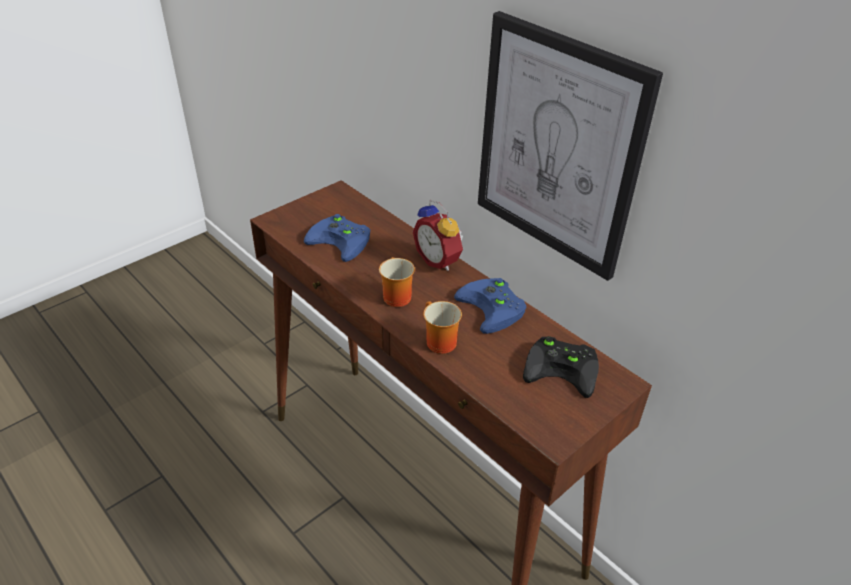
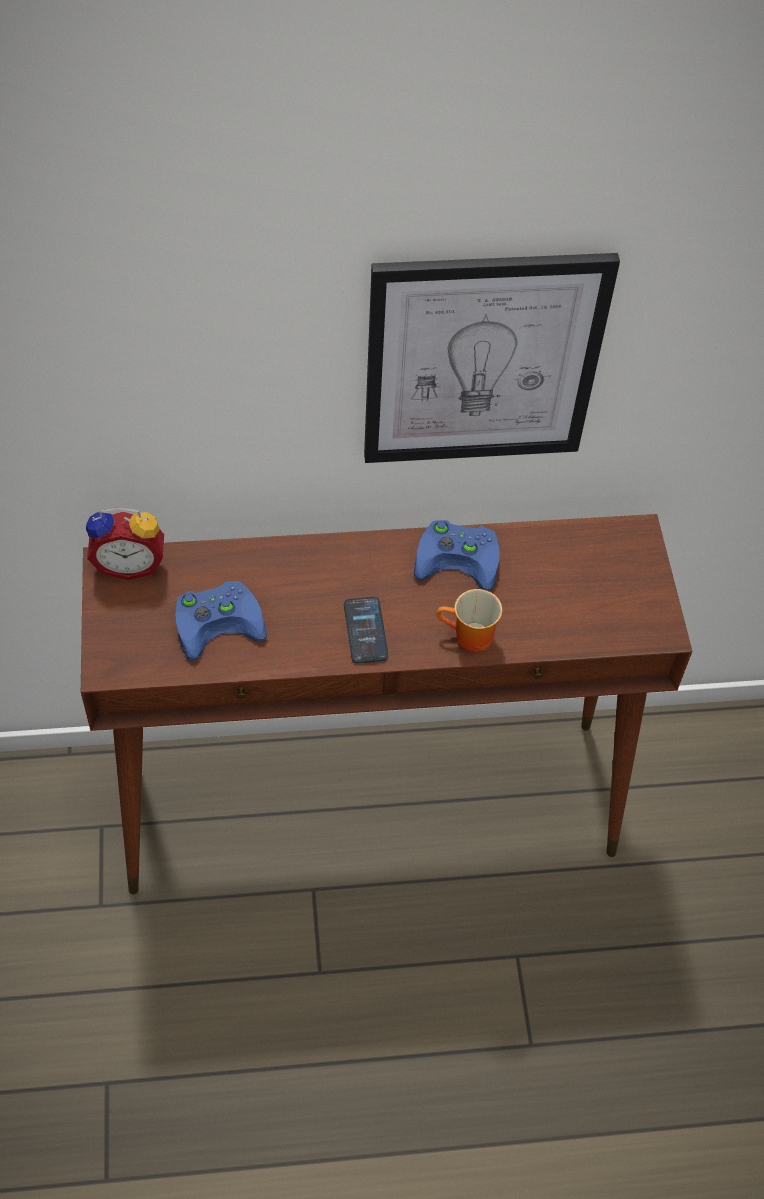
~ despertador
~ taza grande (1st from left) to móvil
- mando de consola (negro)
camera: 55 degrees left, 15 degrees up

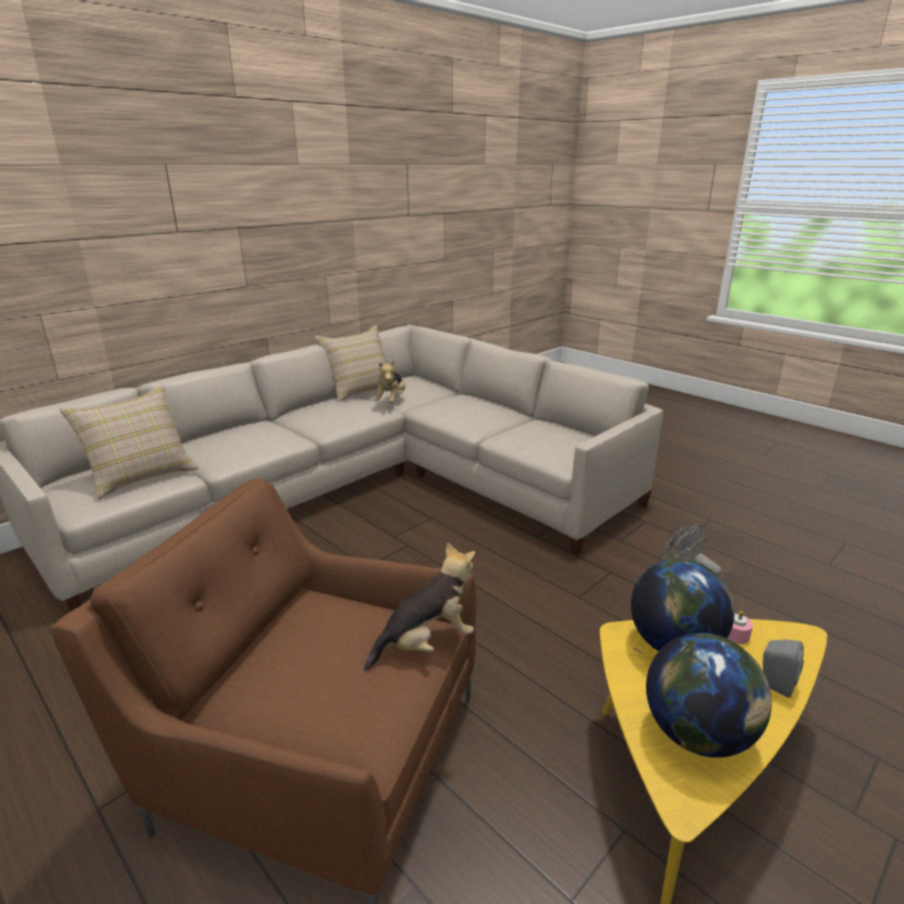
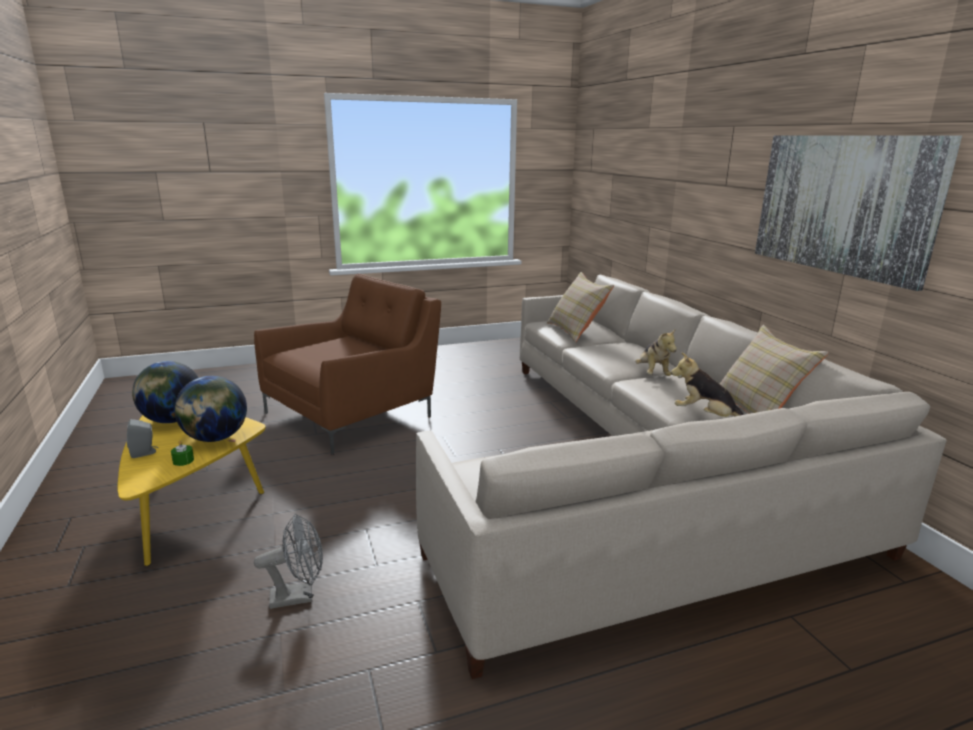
~ vela (rosa) to vela (verde)
~ peluche (2nd from left in the first image) to peluche (1st from left)
+ cuadro
camera: 115 degrees right, 5 degrees down

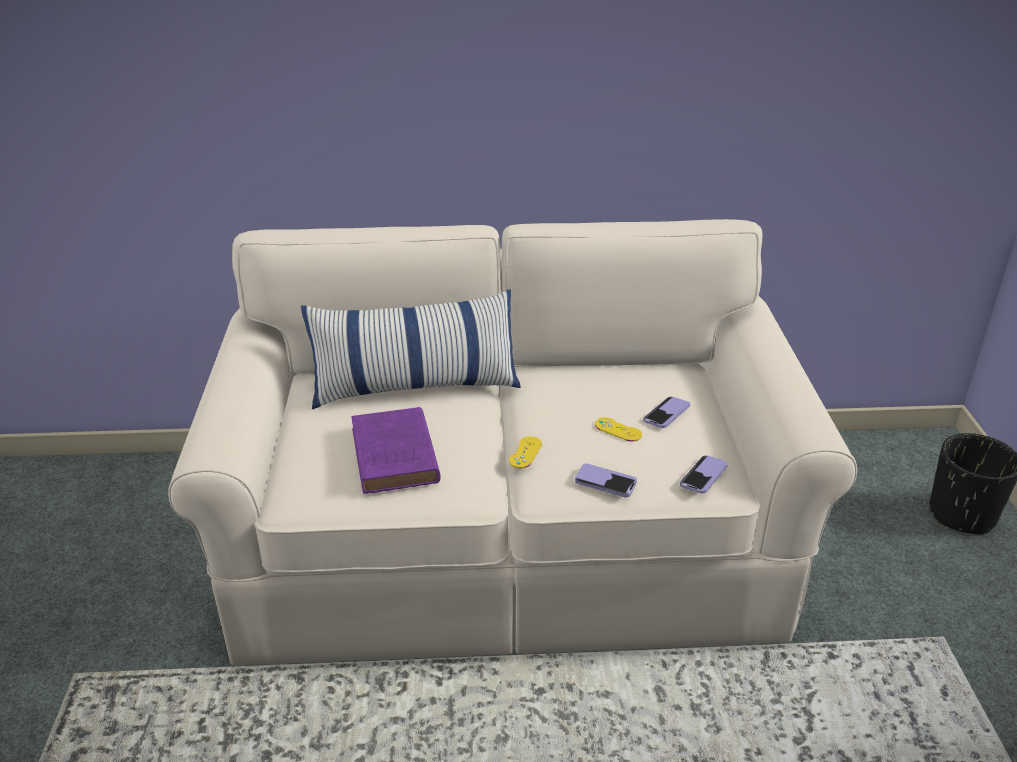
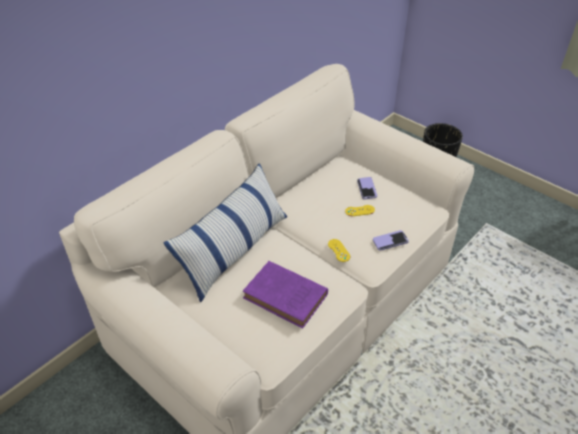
- móvil (3rd from left)
camera: 45 degrees left, 10 degrees up

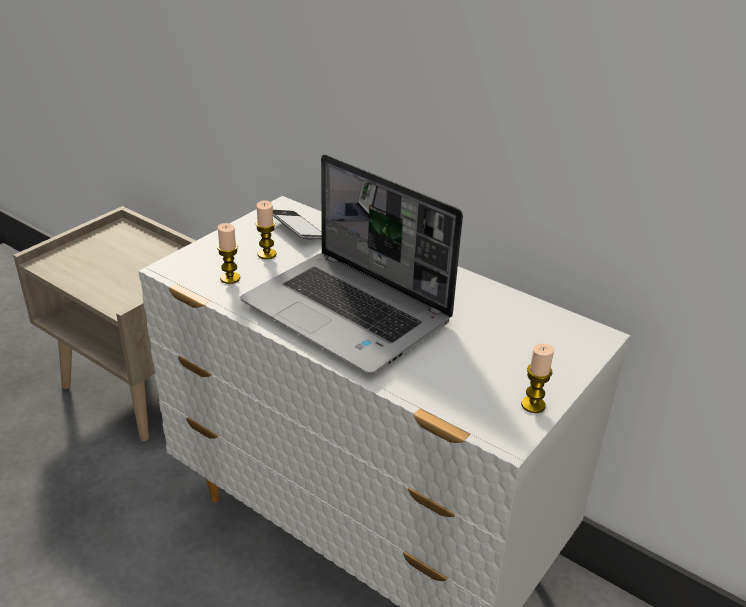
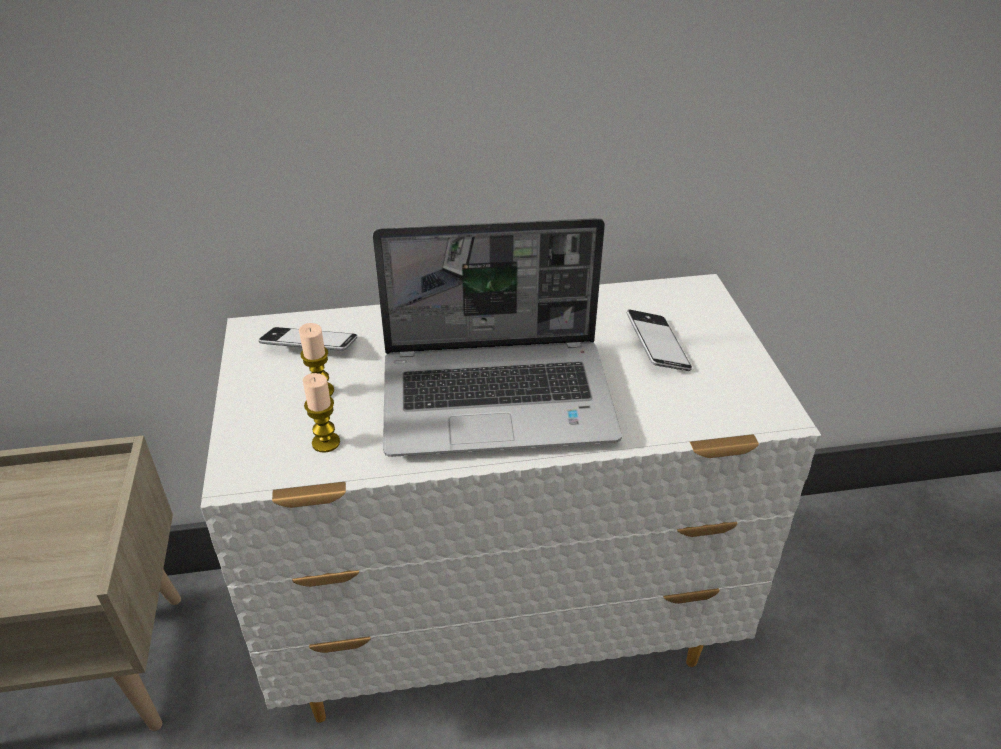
+ móvil (2nd from left)
- vela (3rd from left)
camera: 45 degrees left, 5 degrees up

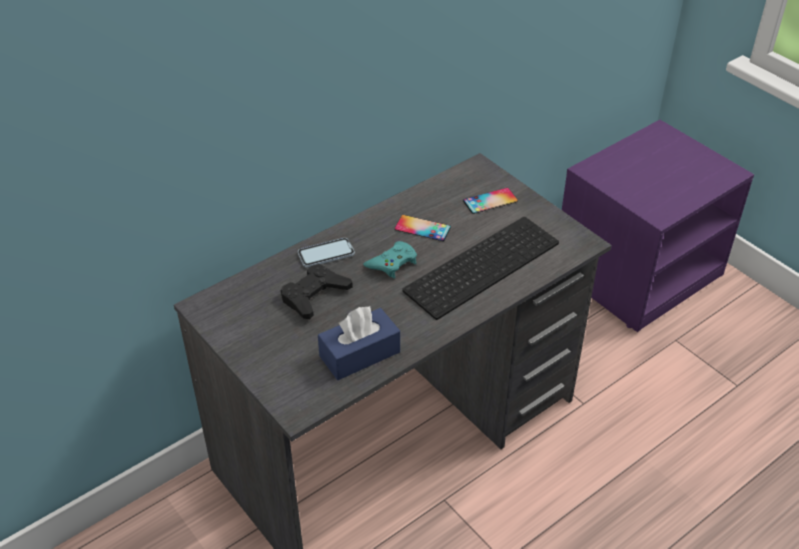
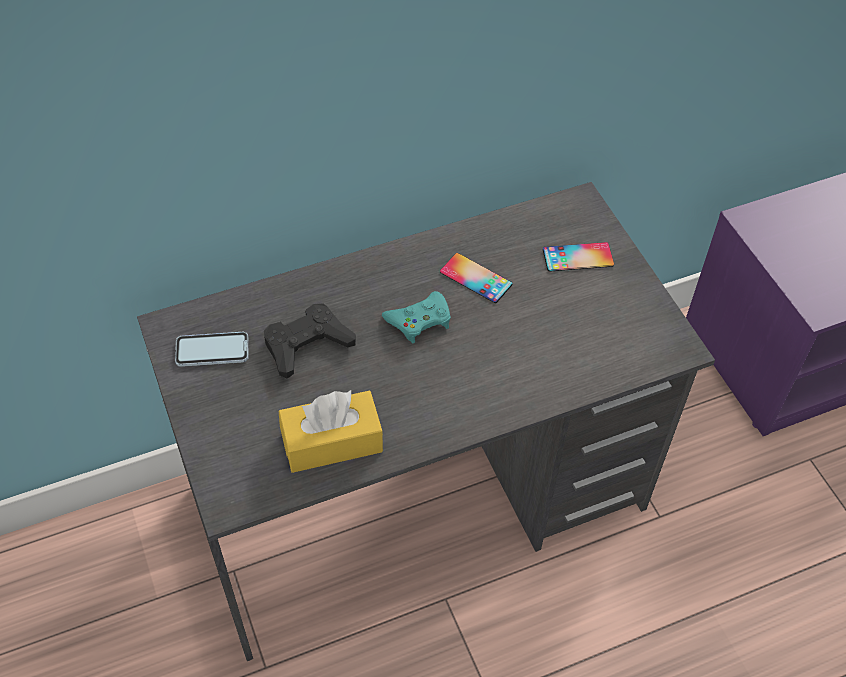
~ móvil (1st from left)
~ caja de pañuelos (azul) to caja de pañuelos (amarillo)
- teclado
camera: 15 degrees right, 10 degrees up

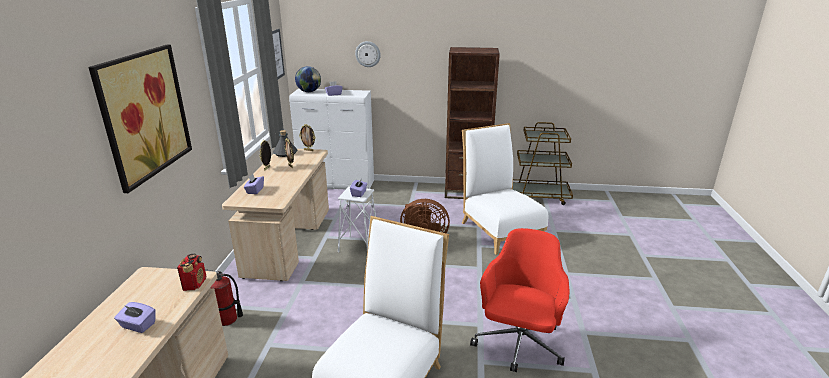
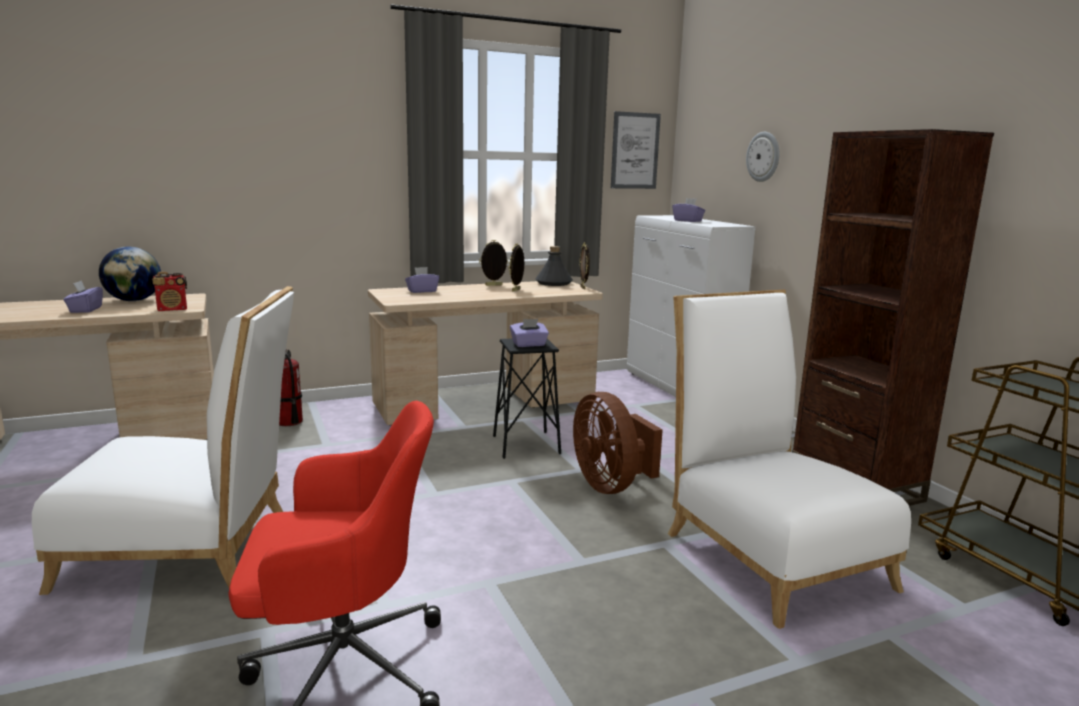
~ globo terráqueo
~ taburete (blanco) to taburete (negro)
~ silla (blanco) (2nd from left) 60 degrees counterclockwise
- cuadro (1st from left)
camera: 60 degrees right, 10 degrees down

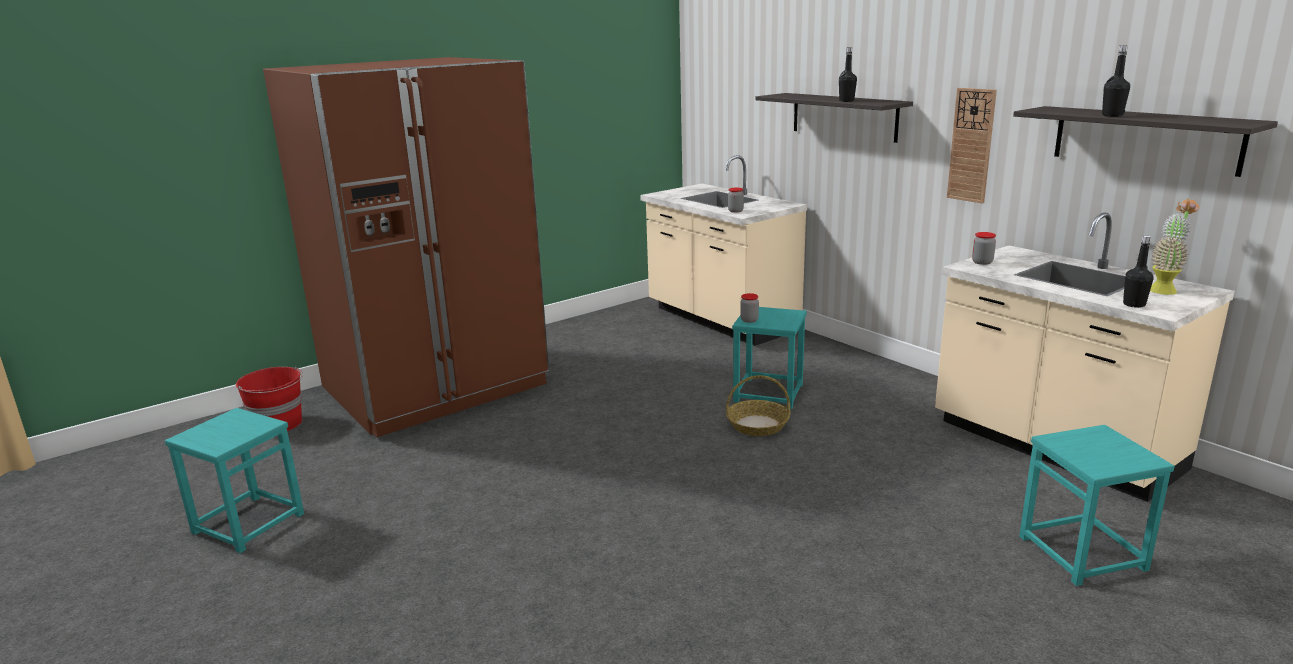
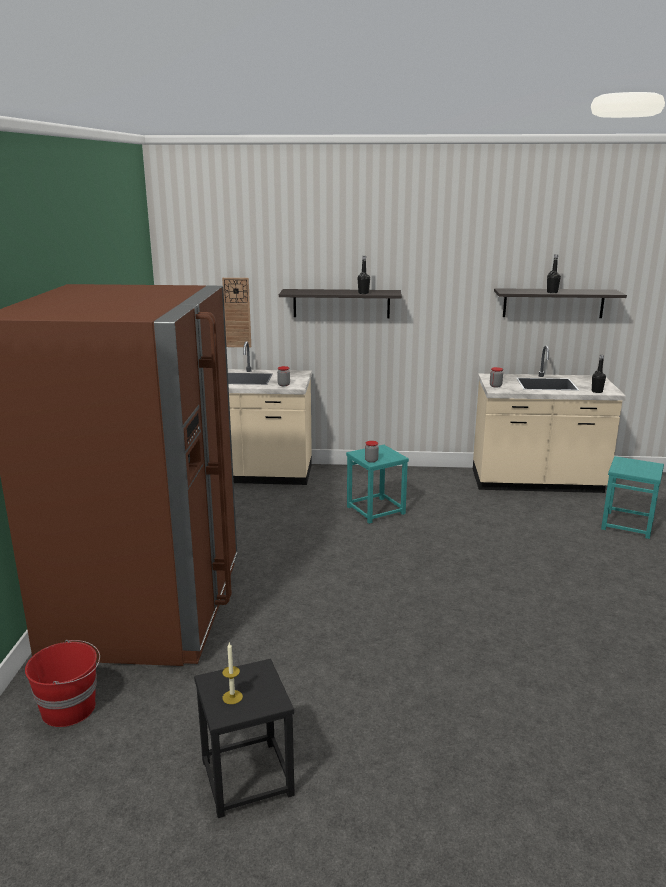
~ taburete (turquesa) (1st from left) to taburete (negro)
~ reloj de pared
+ vela
- cesta
- planta en maceta
camera: 50 degrees left, 0 degrees up

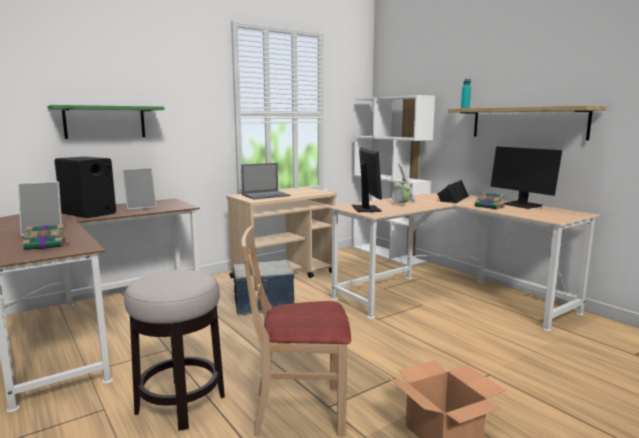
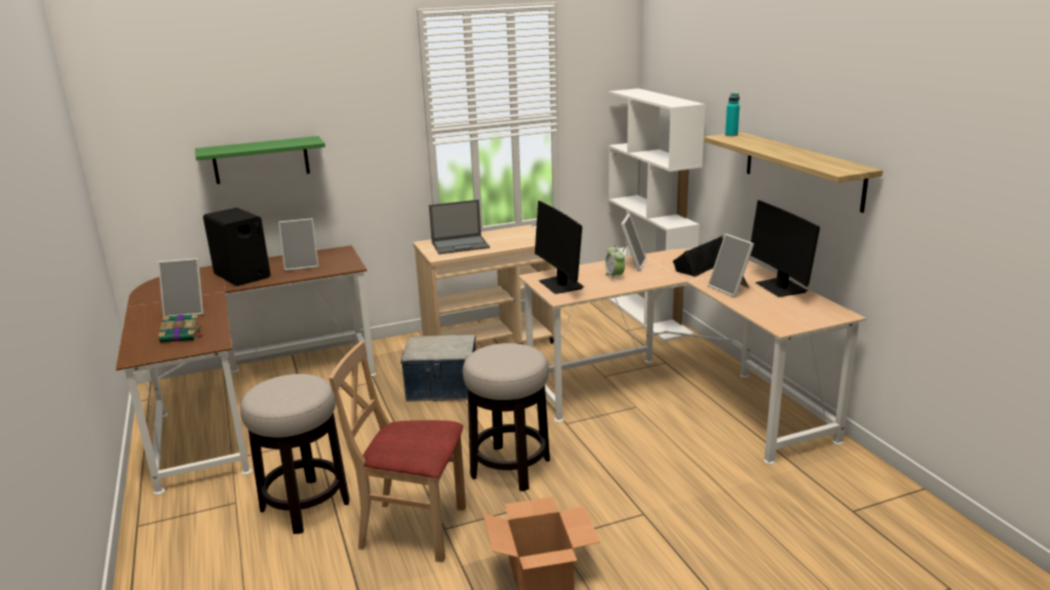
+ taburete (2nd from left)
~ monitor (1st from left) 150 degrees clockwise
~ libro (2nd from left) to portarretratos (4th from left)
camera: 15 degrees right, 10 degrees up

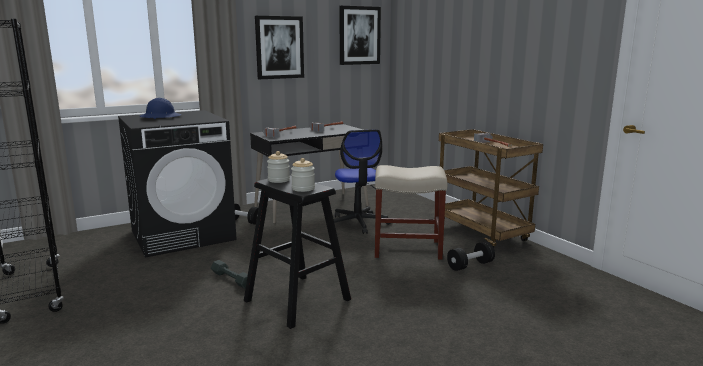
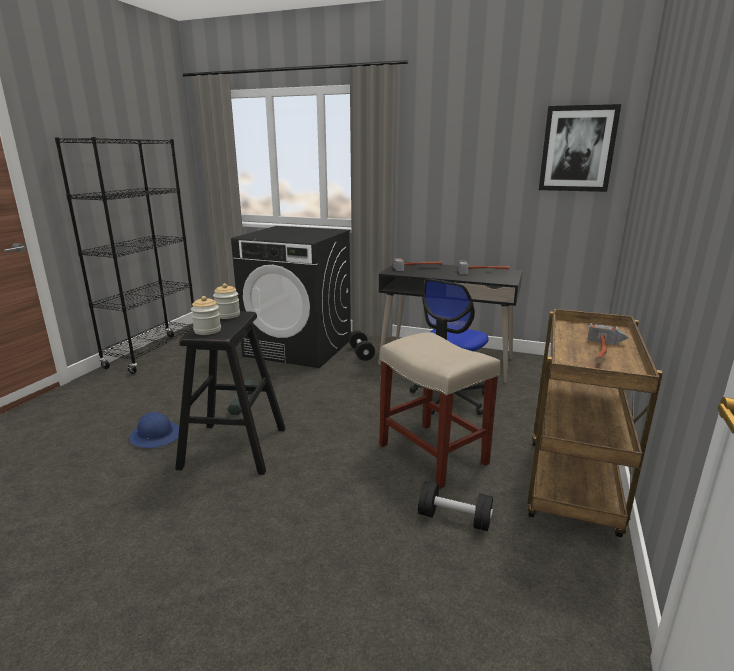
~ casco (azul)
- cuadro (1st from left)
camera: 50 degrees right, 5 degrees up

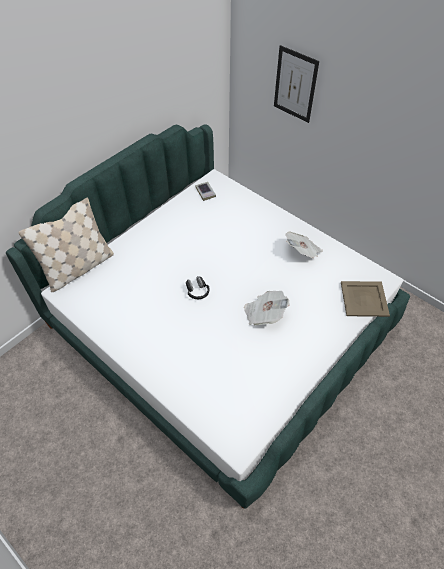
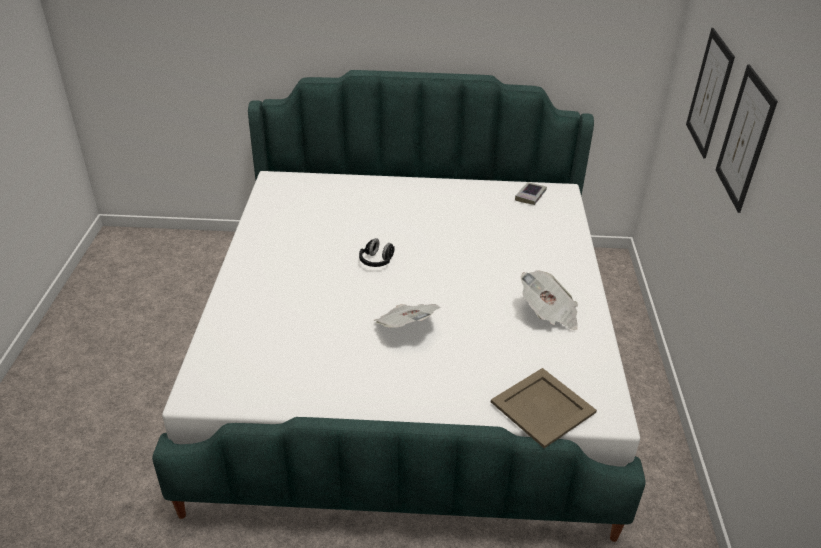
+ cuadro (2nd from left)
- cojín (beis)
camera: 50 degrees right, 15 degrees down

